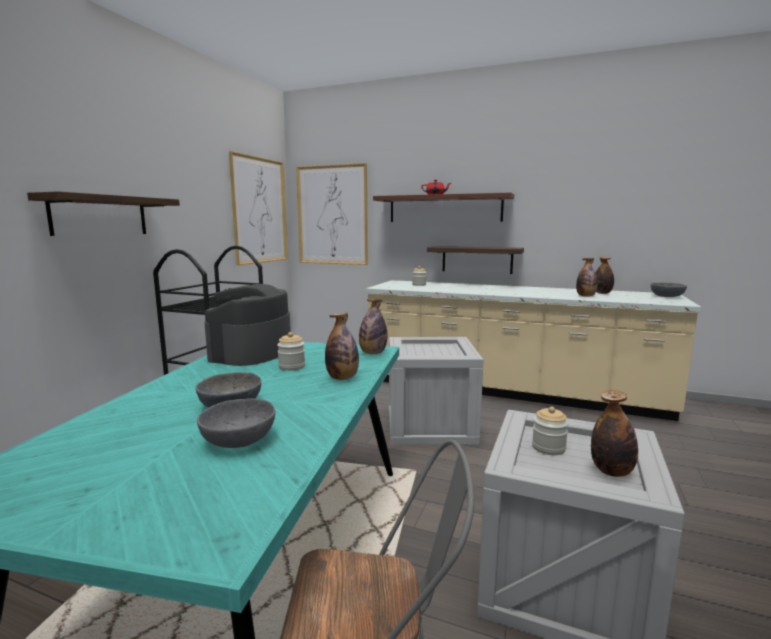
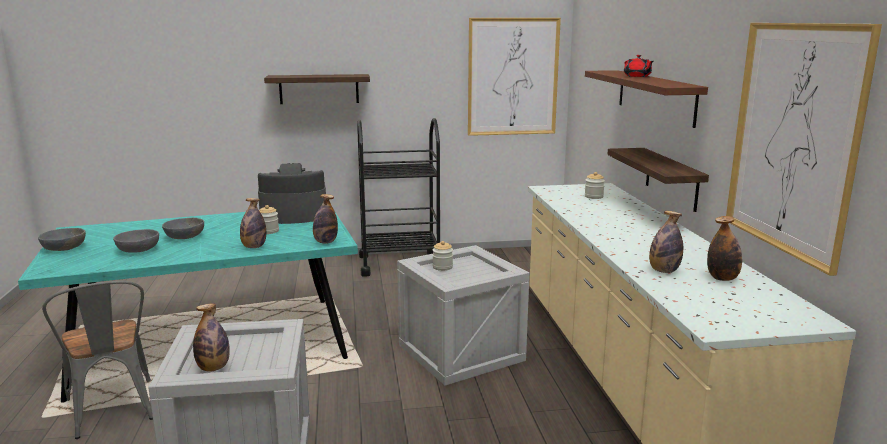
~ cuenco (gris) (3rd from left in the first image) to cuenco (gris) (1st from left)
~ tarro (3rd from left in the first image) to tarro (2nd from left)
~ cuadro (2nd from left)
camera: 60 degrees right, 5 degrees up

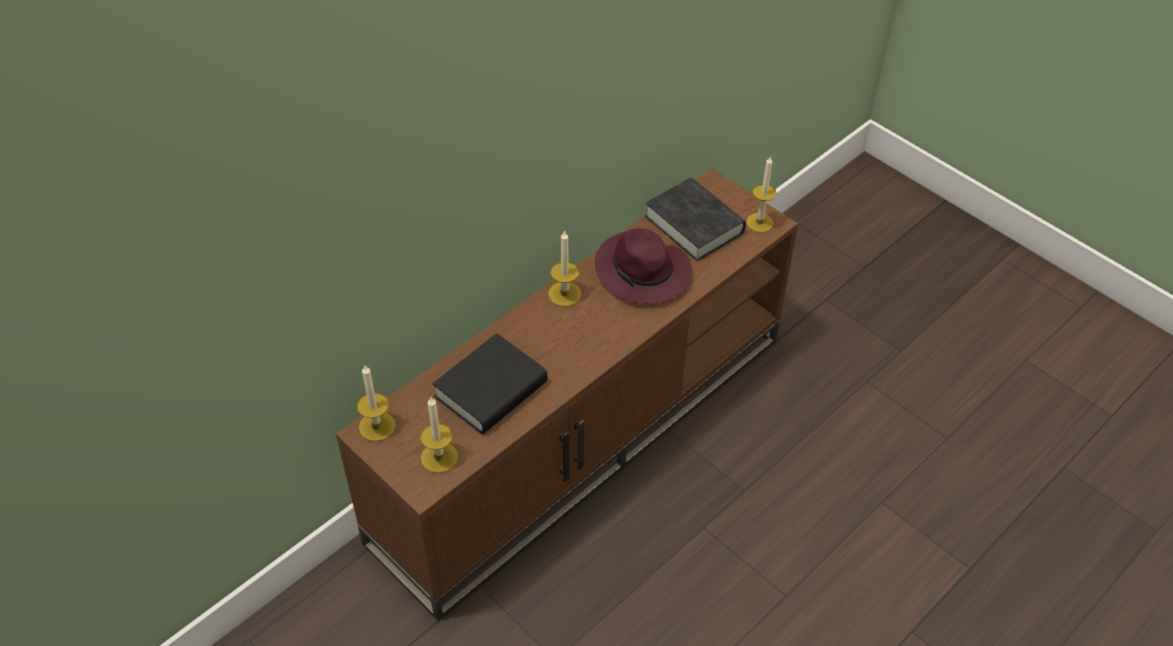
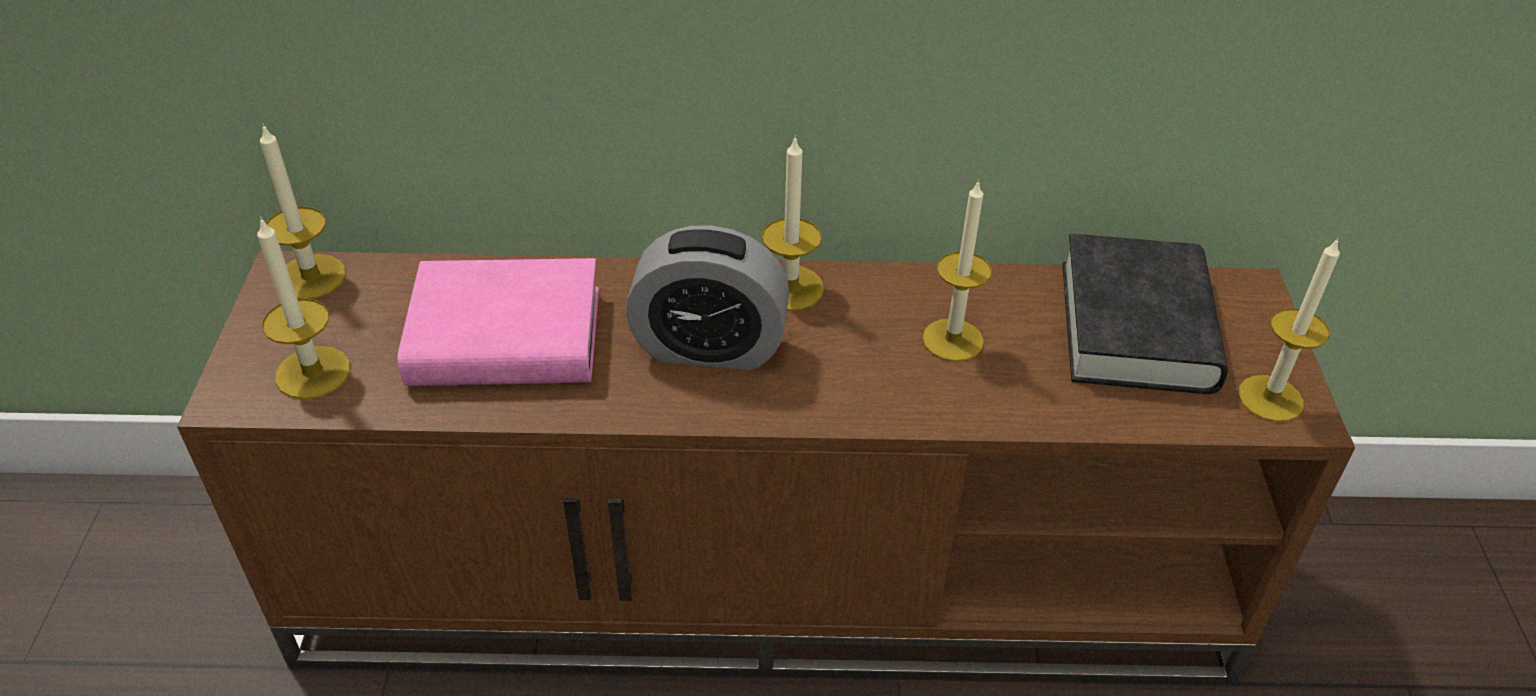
~ libro (negro) (1st from left) to libro (rosa)
+ despertador
~ sombrero (morado) to vela (4th from left)
camera: 45 degrees right, 5 degrees down

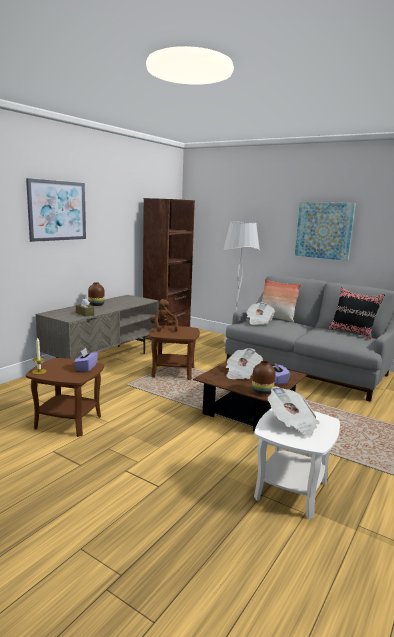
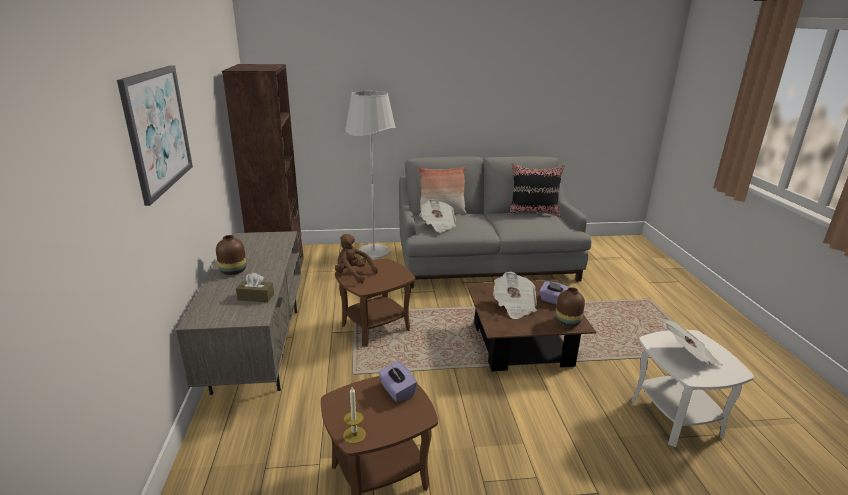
- cuadro (2nd from left)
camera: 40 degrees left, 10 degrees up

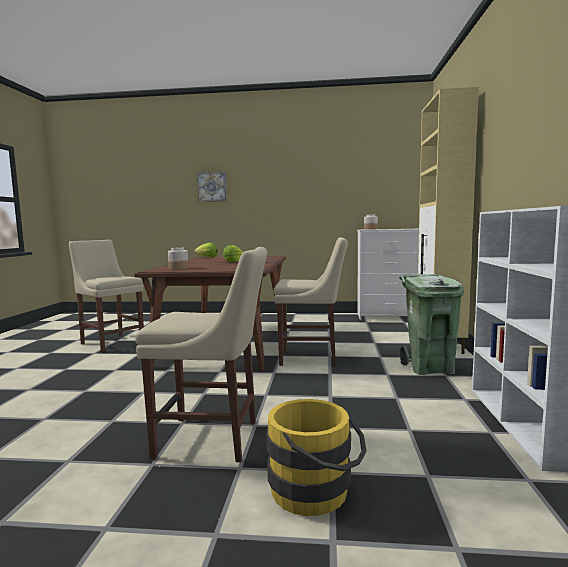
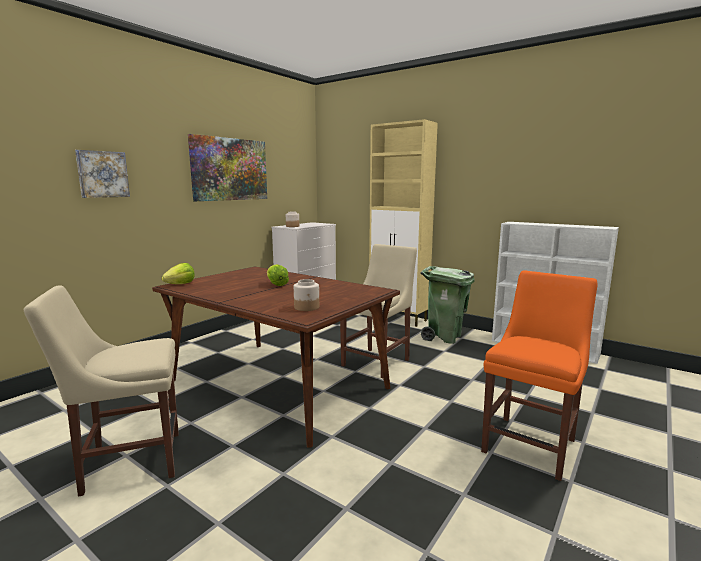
+ cuadro (2nd from left)
~ silla (beis) (2nd from left) to silla (naranja)
- cubo (amarillo)
camera: 60 degrees left, 5 degrees up

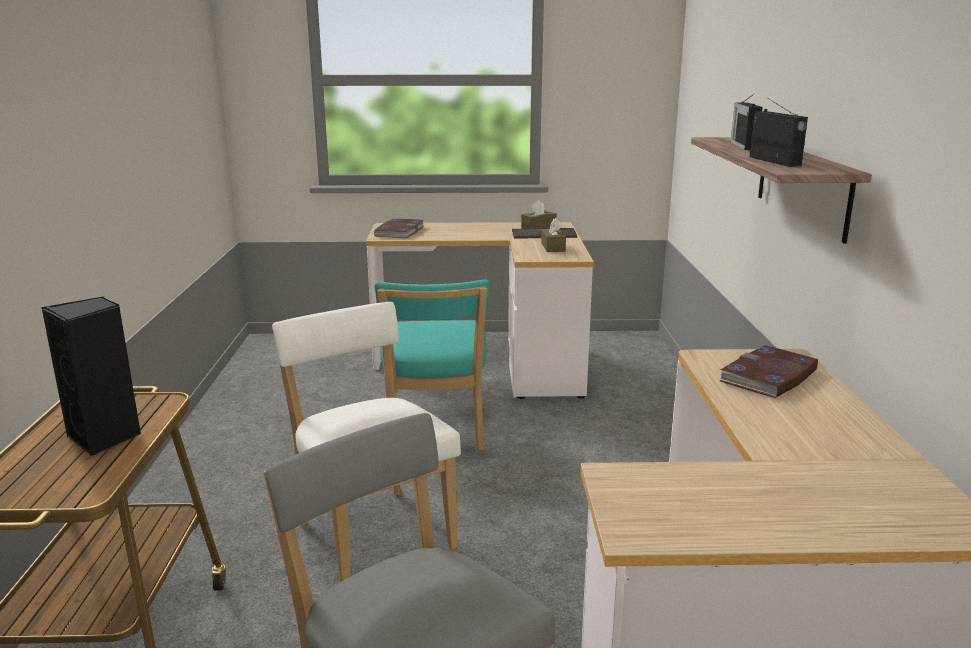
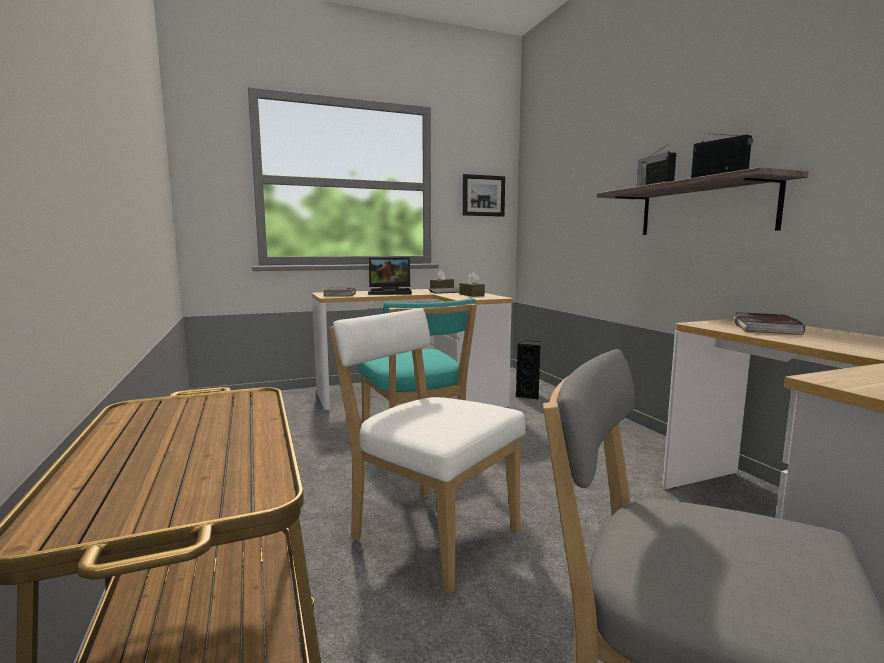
+ portátil
+ cuadro
~ altavoz (negro)
camera: 20 degrees left, 10 degrees down

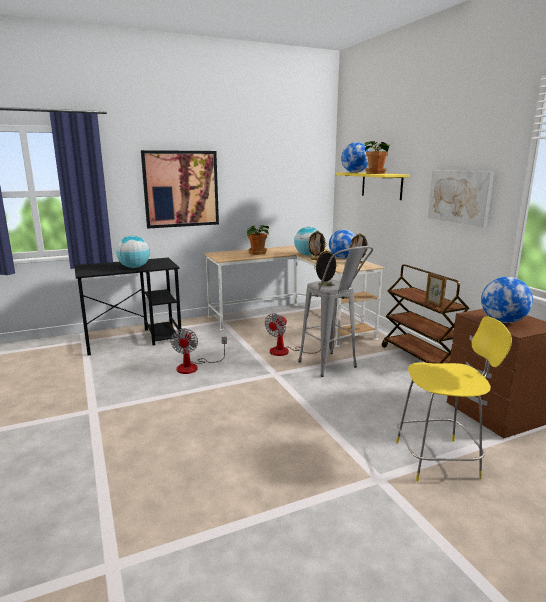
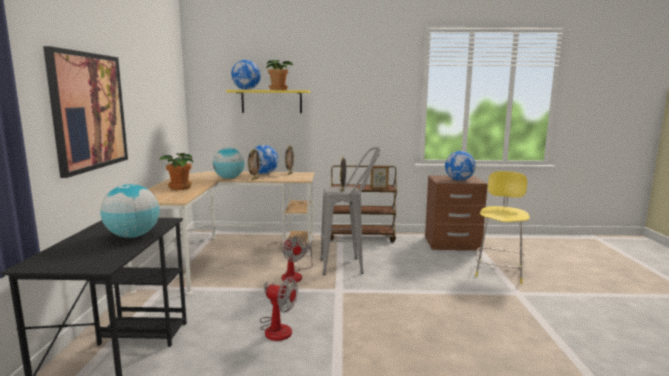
- cuadro (2nd from left)
camera: 65 degrees left, 5 degrees down

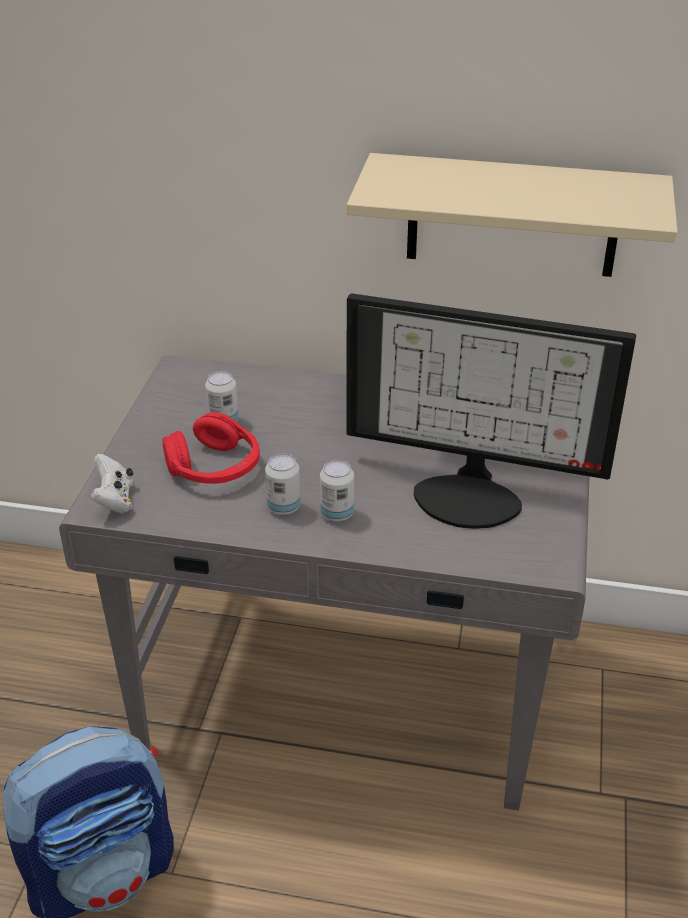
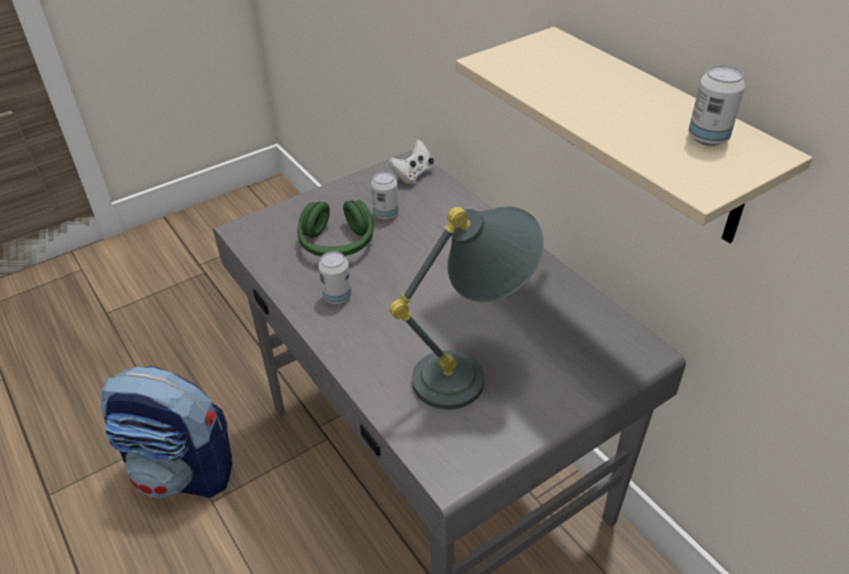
~ auriculares (rojo) to auriculares (verde)
~ mando de consola (blanco)
~ monitor to lámpara de mesa (gris)
~ lata (3rd from left)
camera: 45 degrees right, 5 degrees up

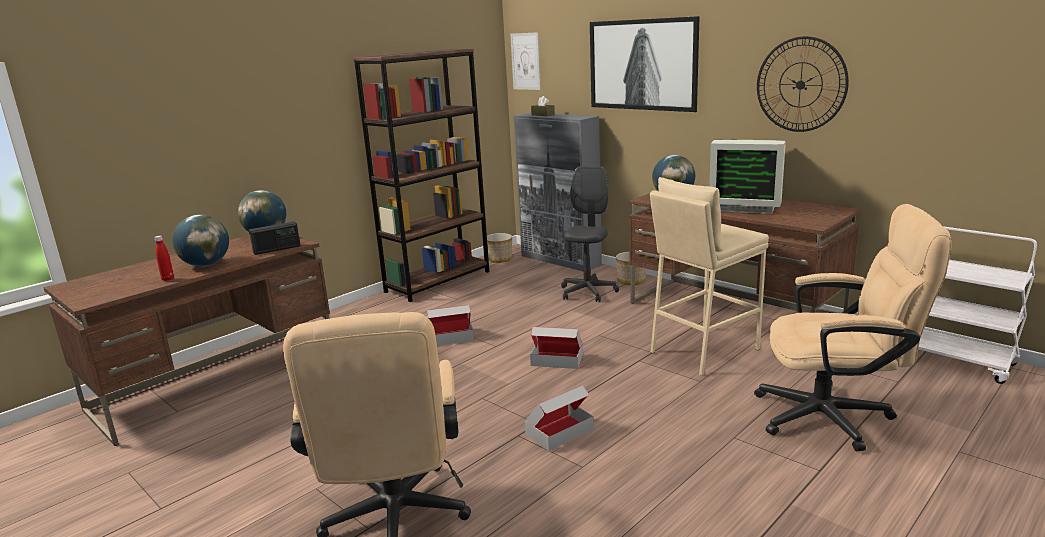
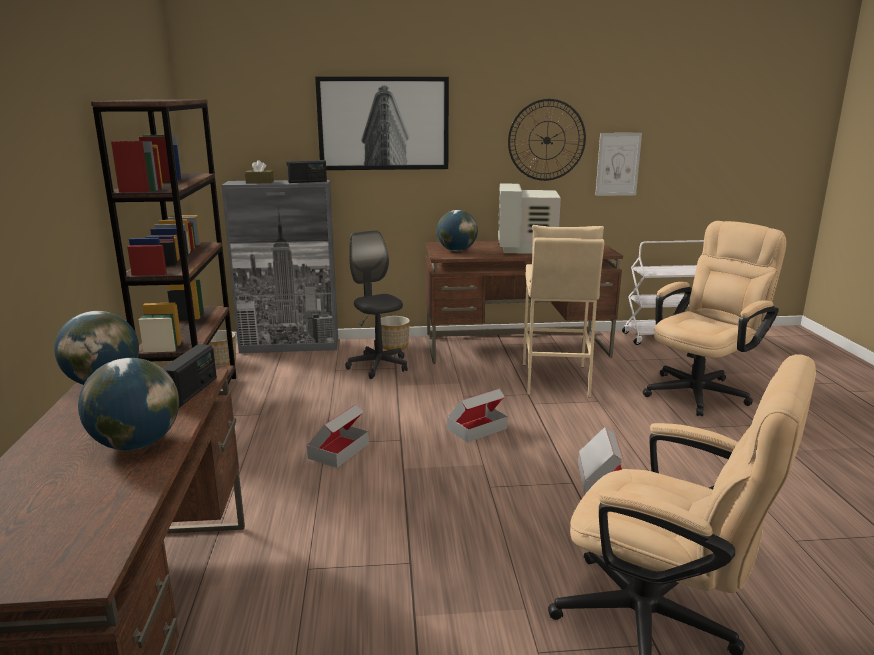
+ radio (2nd from left)
~ monitor 120 degrees clockwise
~ cuadro (1st from left in the first image) to cuadro (2nd from left)
- botella (rojo)
camera: 50 degrees left, 0 degrees up

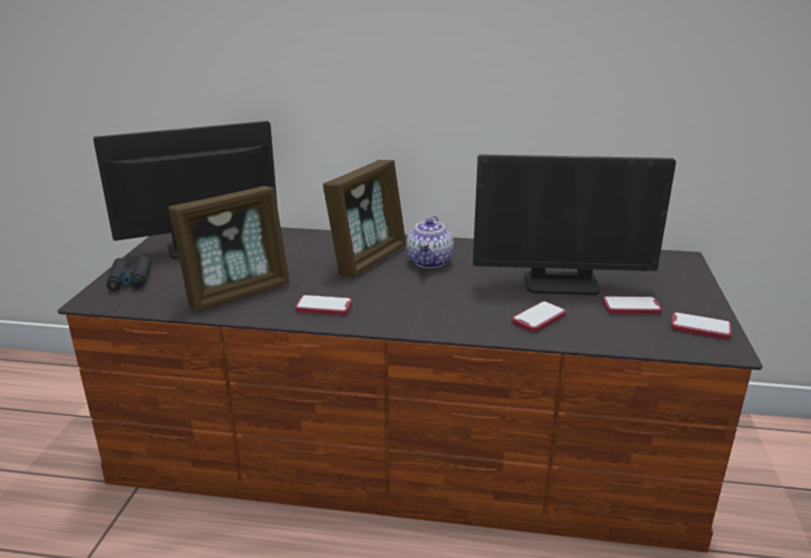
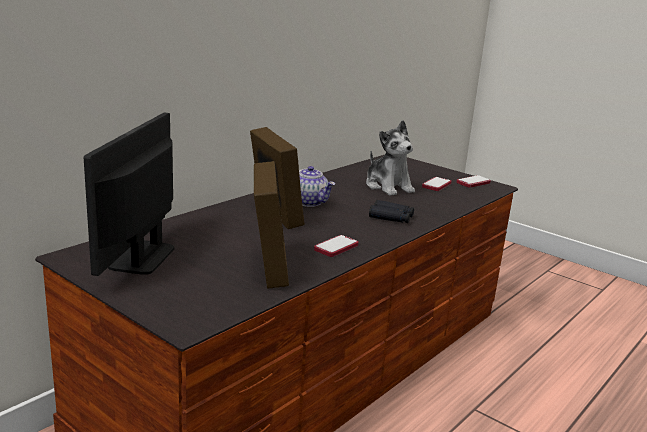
~ monitor (2nd from left) to peluche
~ prismáticos (negro)
- móvil (2nd from left)
camera: 60 degrees left, 5 degrees down

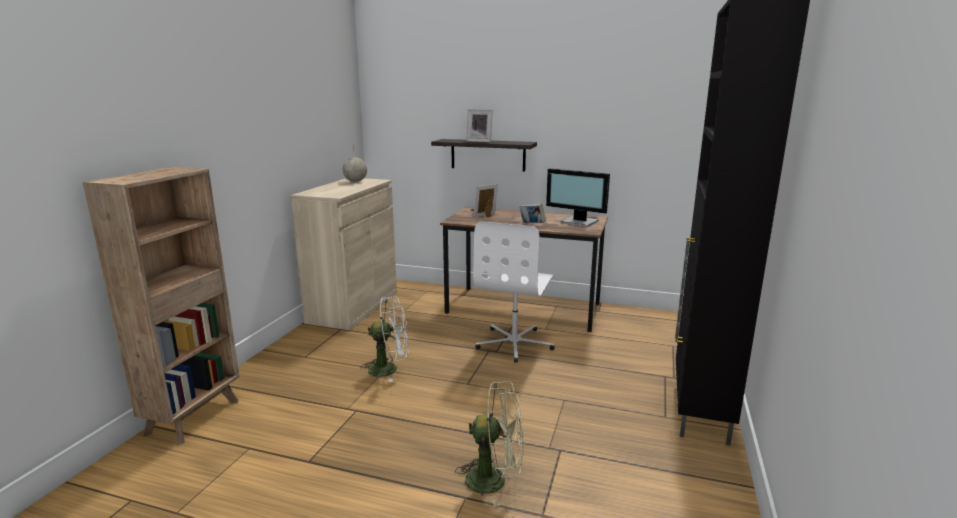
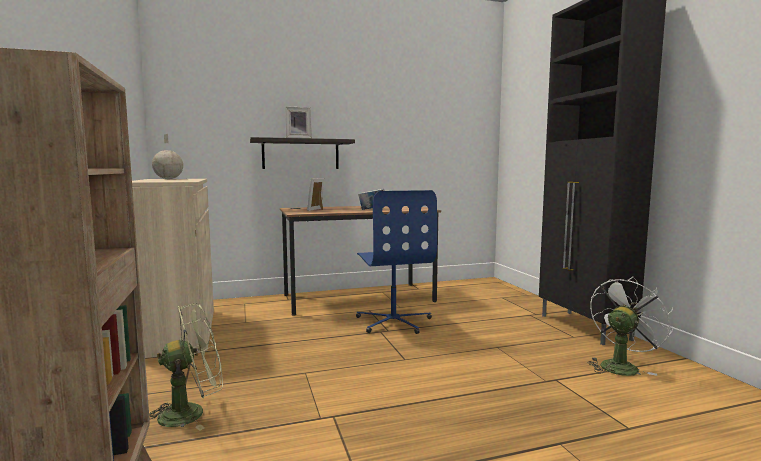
~ ventilador (verde)
~ silla de oficina (blanco) to silla de oficina (azul)
~ ventilador (blanco)
- monitor
camera: 35 degrees left, 10 degrees down

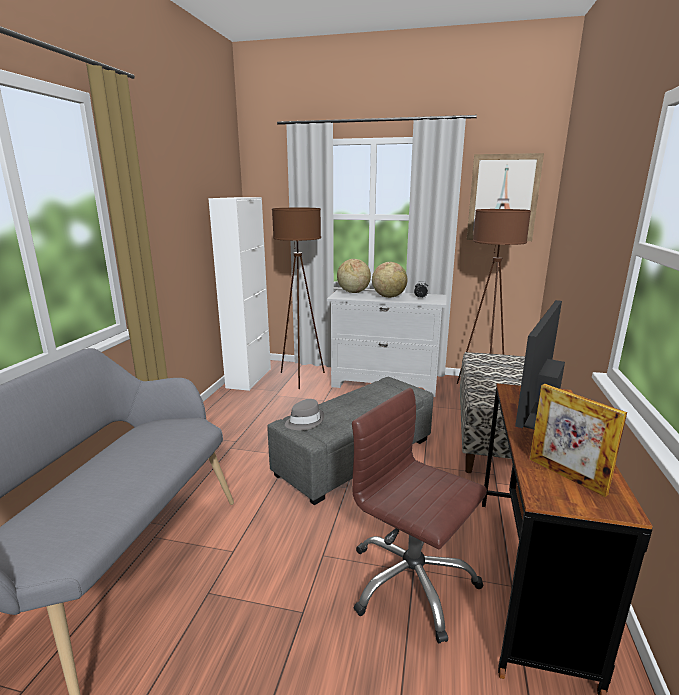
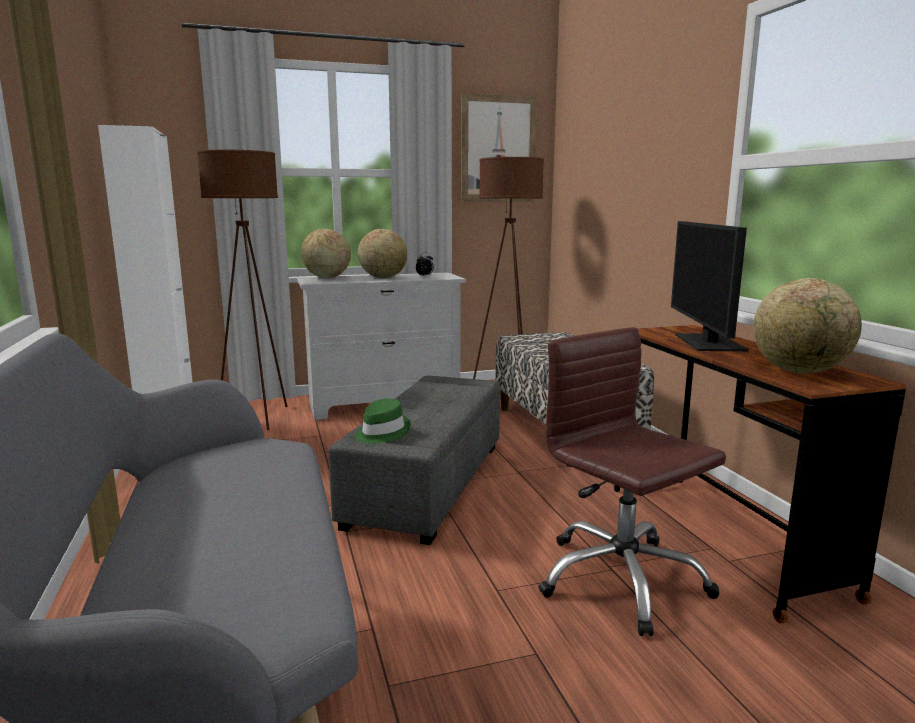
~ sombrero (gris) to sombrero (verde)
~ silla de oficina (marrón) 45 degrees clockwise
~ portarretratos to globo terráqueo (3rd from left)
camera: 30 degrees left, 5 degrees down

